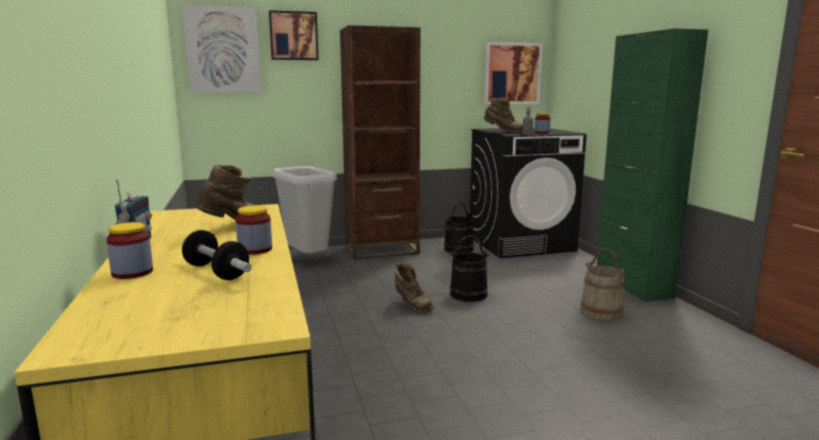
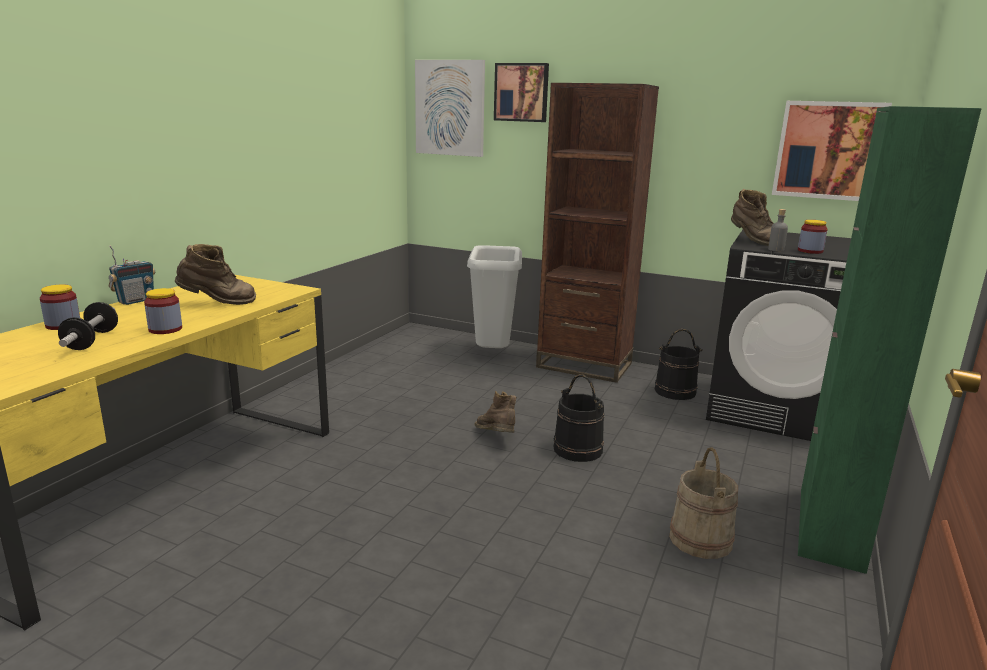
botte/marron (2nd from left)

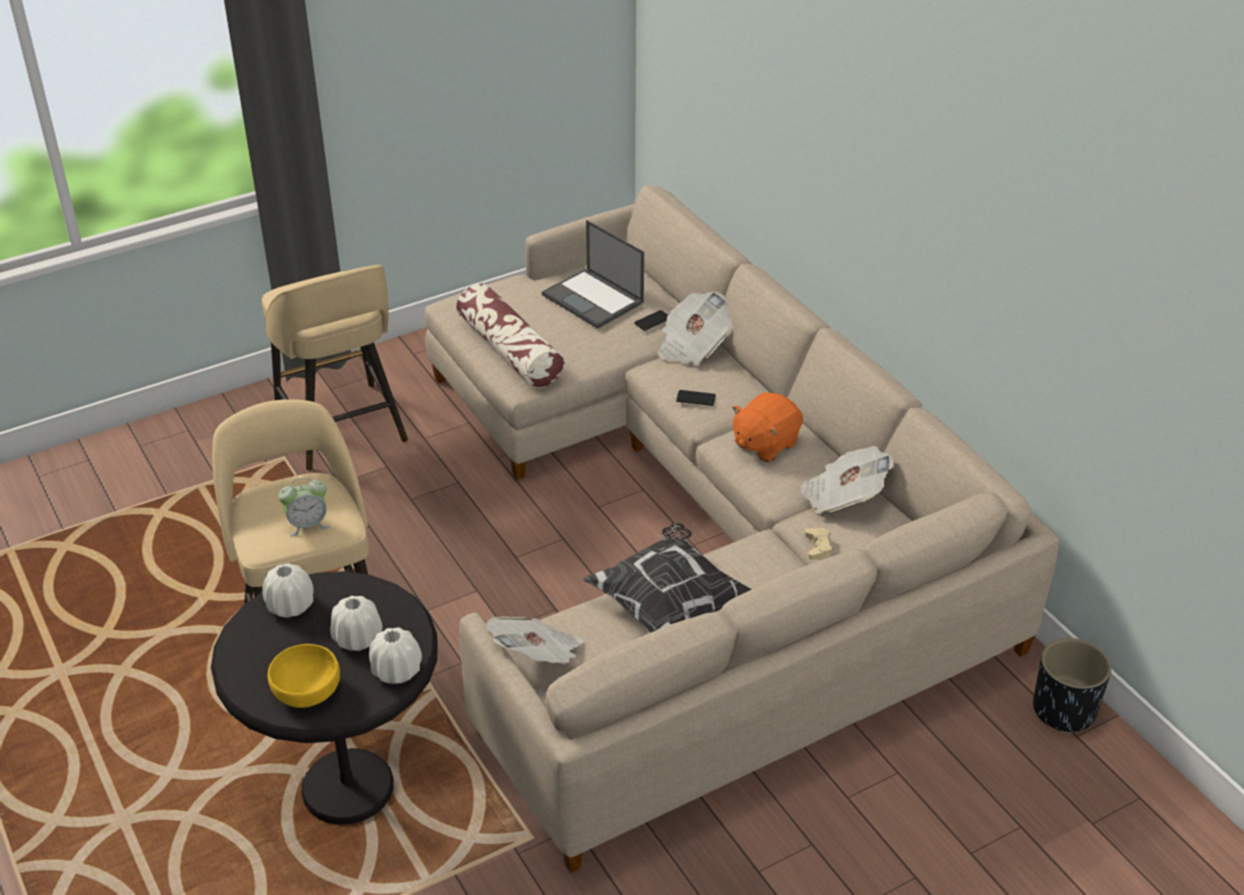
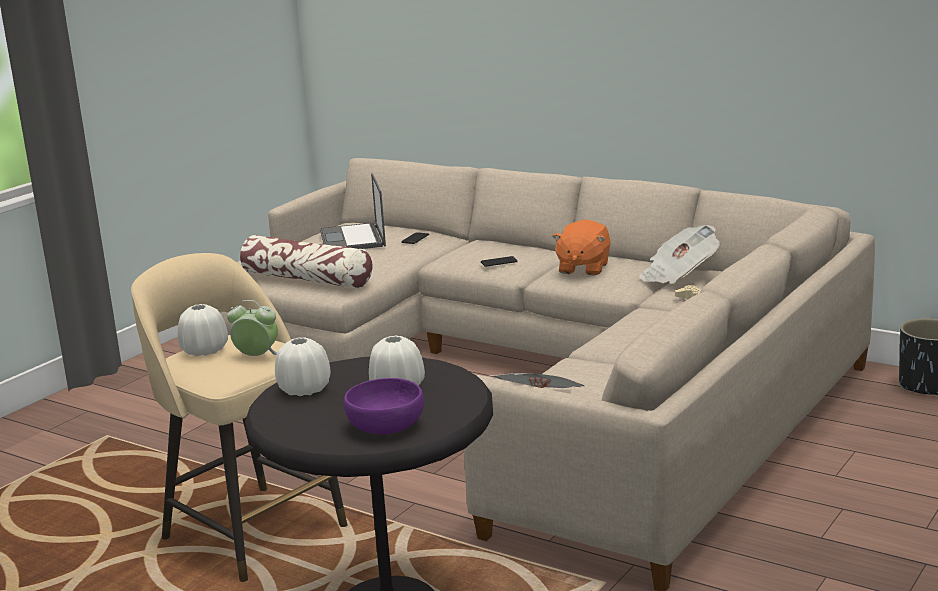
tabouret/beige (2nd from left in the first image); bol/violet; réveil; vase/blanc (1st from left); ordinateur portable; coussin (2nd from left in the first image); journal (2nd from left in the first image)

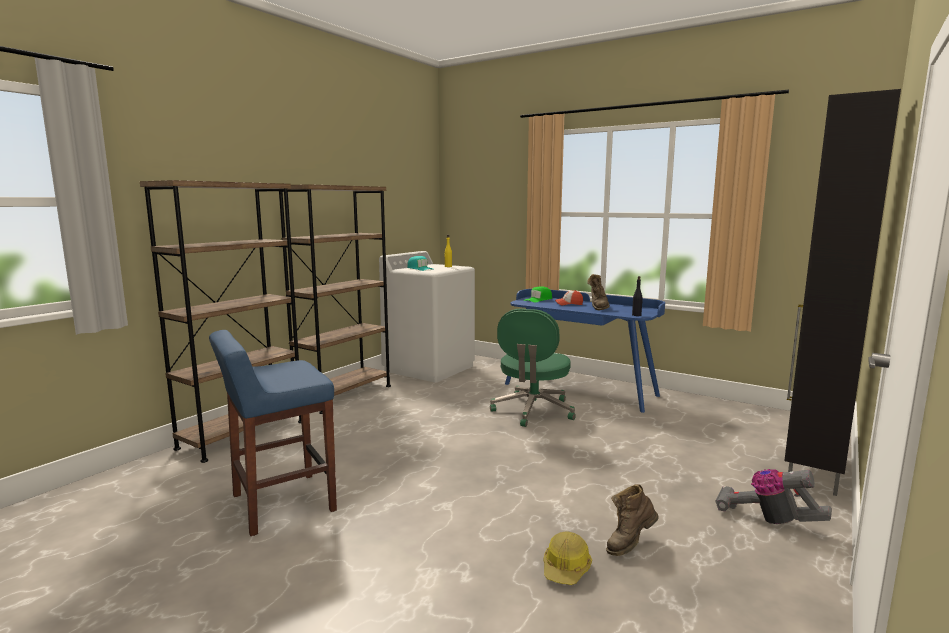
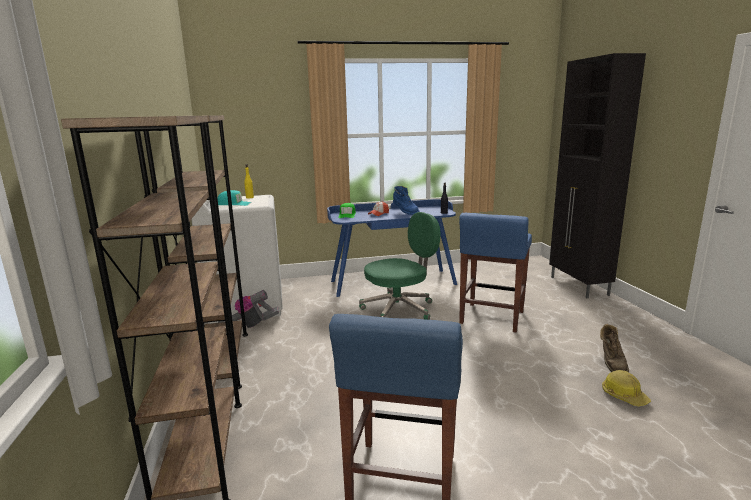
chaise de bureau/vert; botte/bleu; aspirateur; tabouret/bleu (2nd from left)

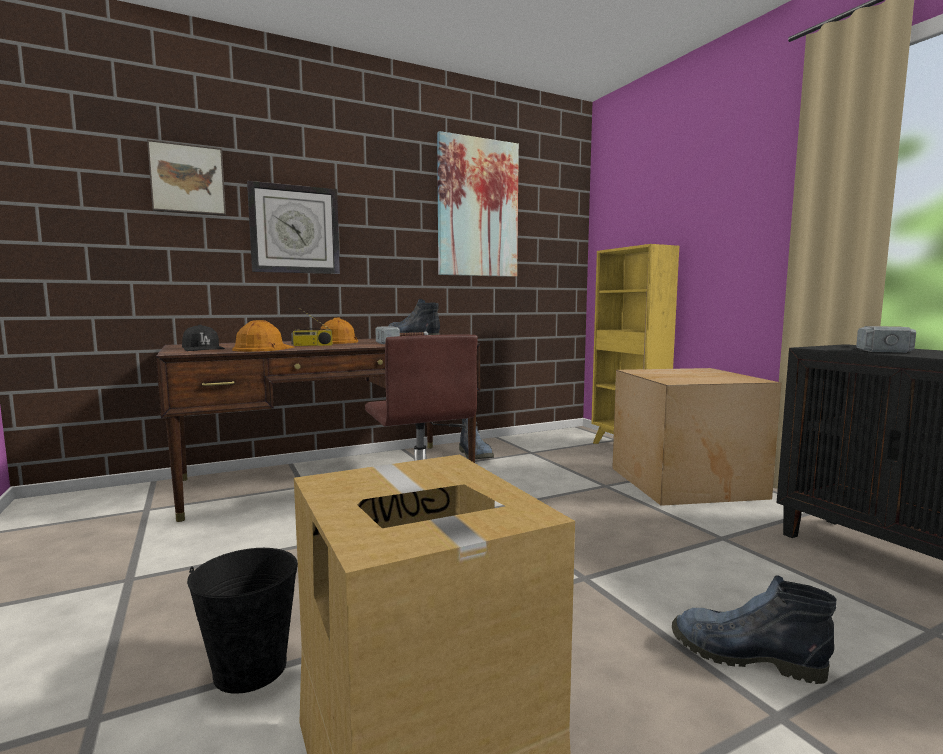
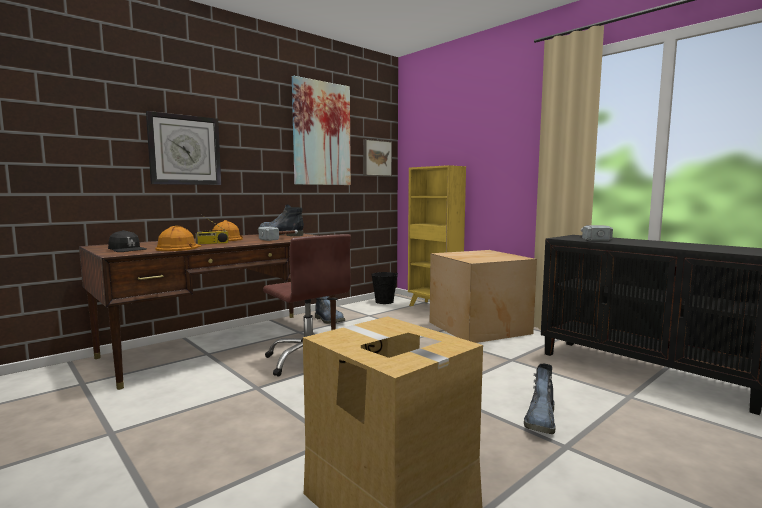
tableau (2nd from left); seau/noir; botte (3rd from left)

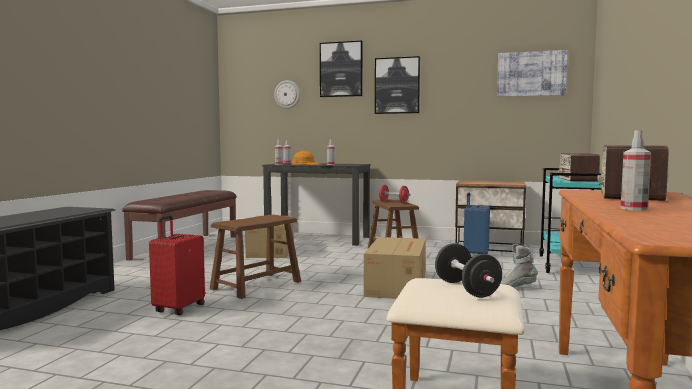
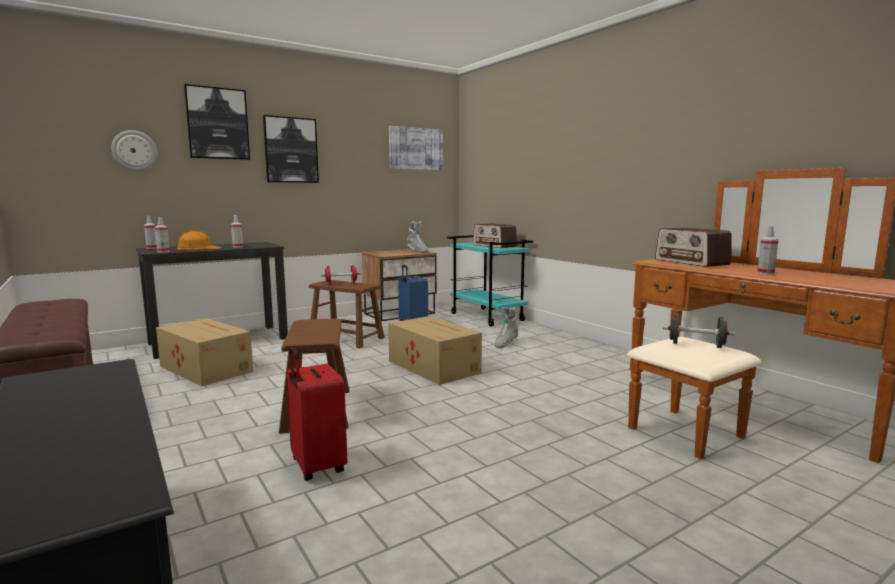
botte/gris (1st from left)

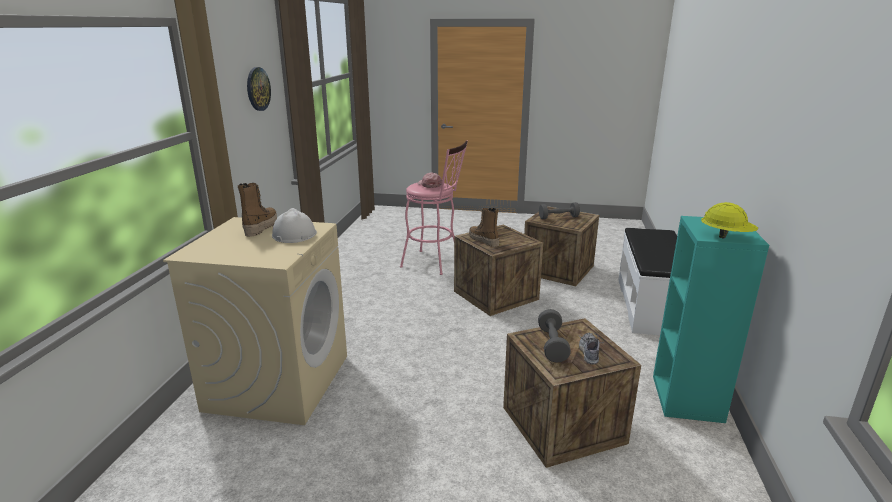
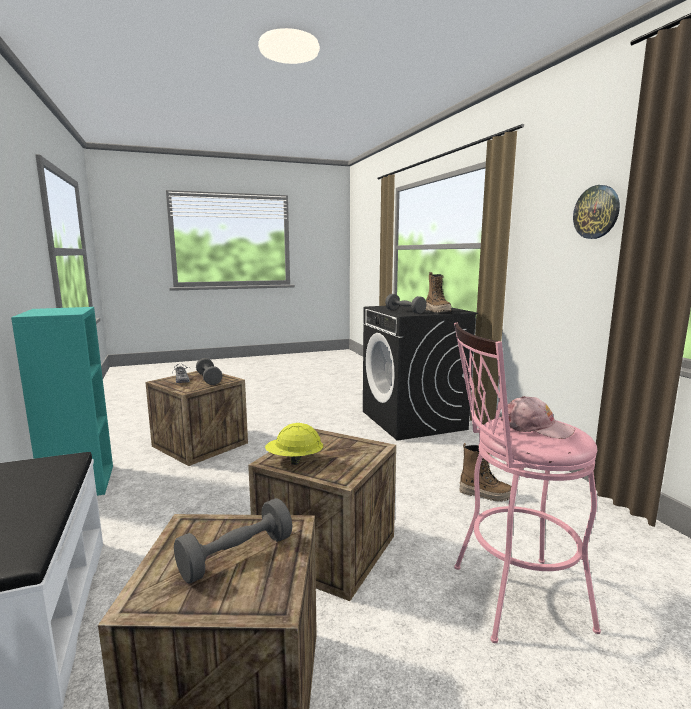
lave-linge/noir; haltère/gris (3rd from left); botte (2nd from left); casque de chantier/jaune

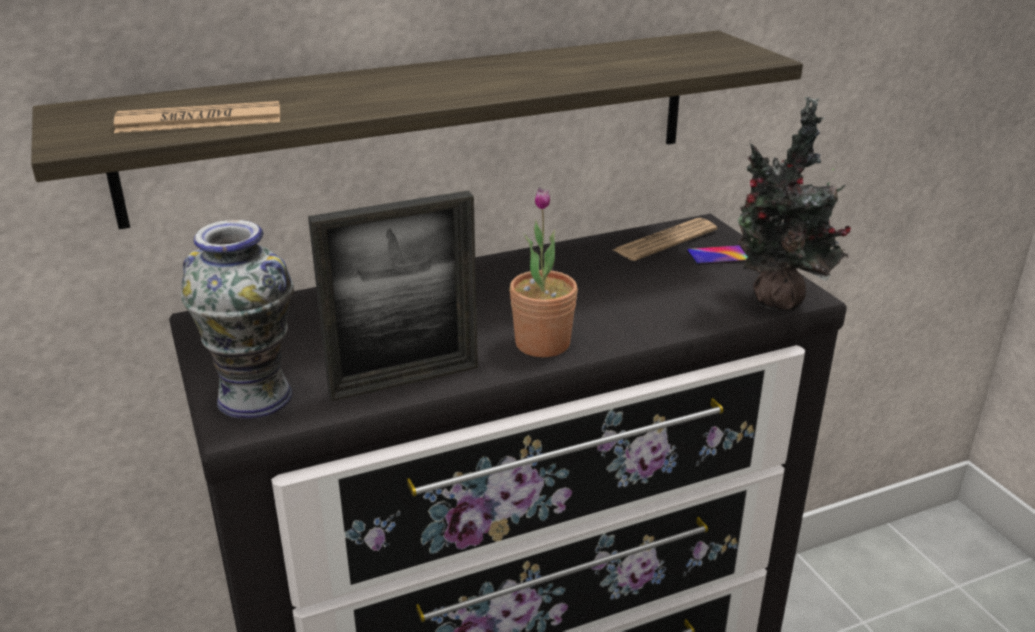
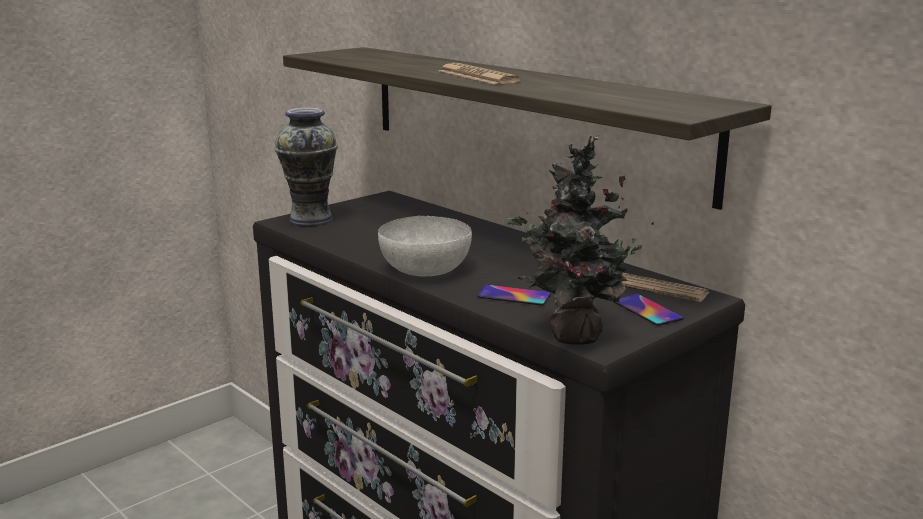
journal (1st from left); cadre photo; bol/blanc; téléphone (1st from left)

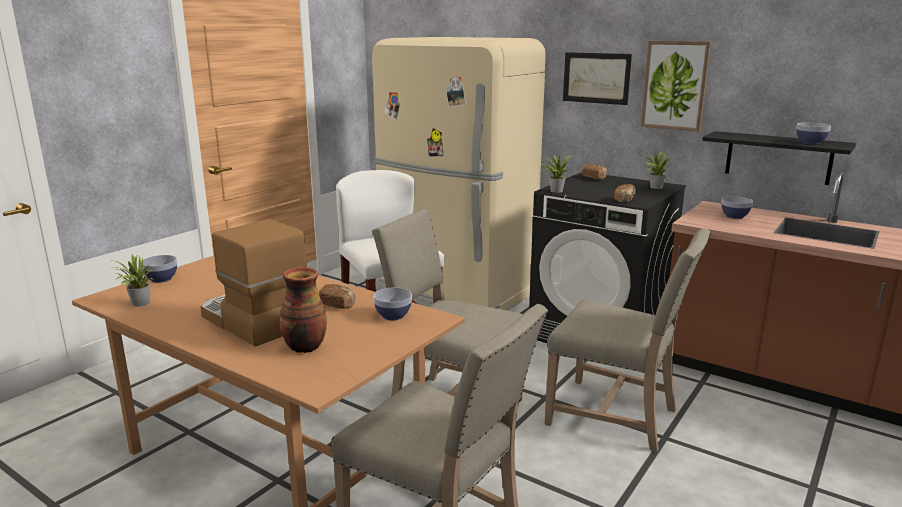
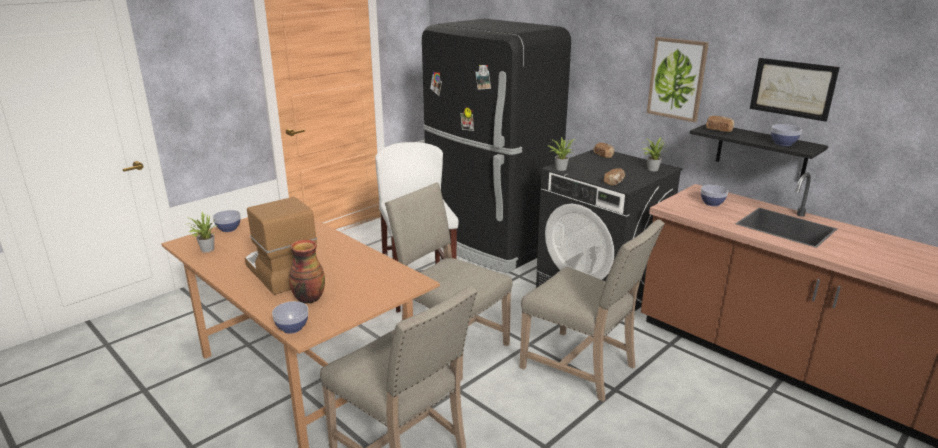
pain (3rd from left); réfrigérateur/noir; bol (2nd from left); tableau (2nd from left)

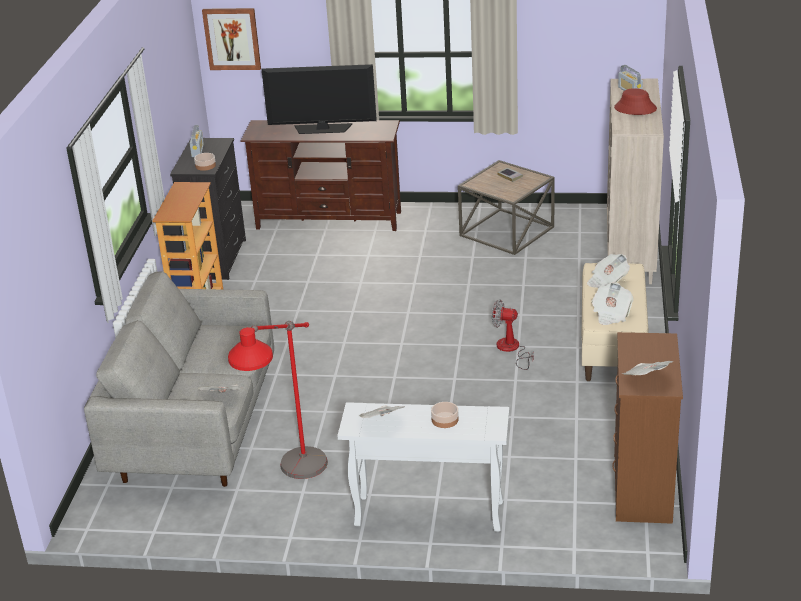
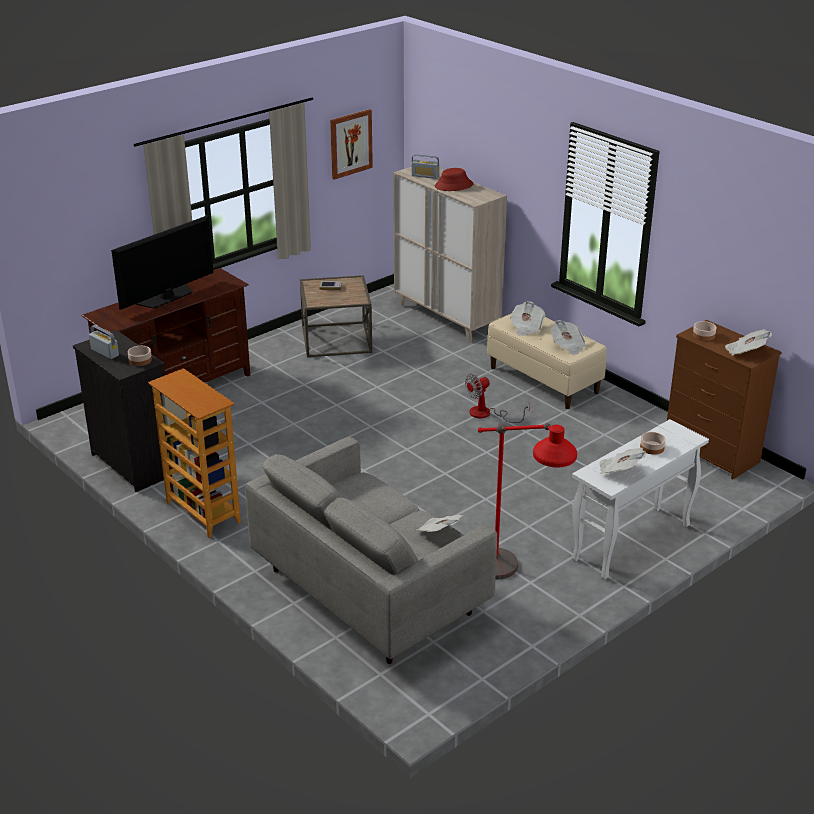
tableau; bol (3rd from left)

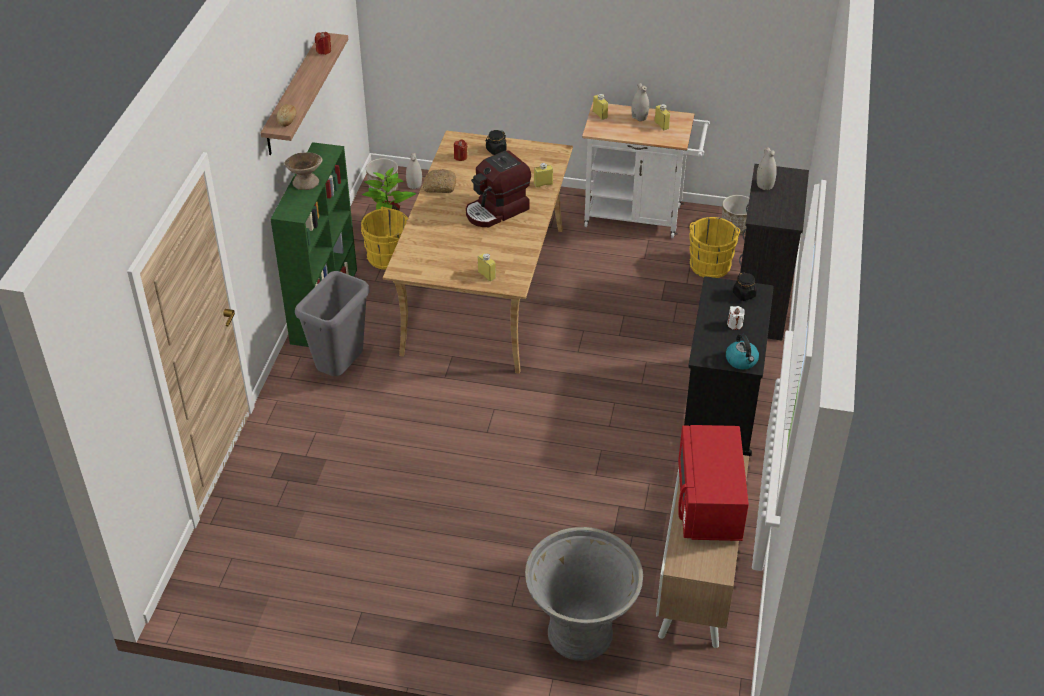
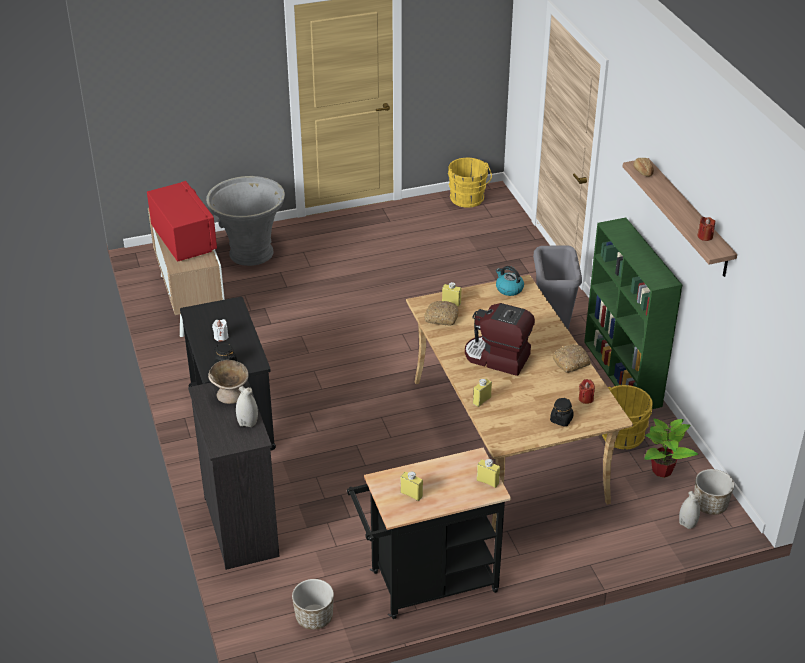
bol/beige; machine à café; chariot/noir (2nd from left); vase/blanc (2nd from left in the first image); seau/jaune (1st from left); bouilloire; pain (1st from left)

